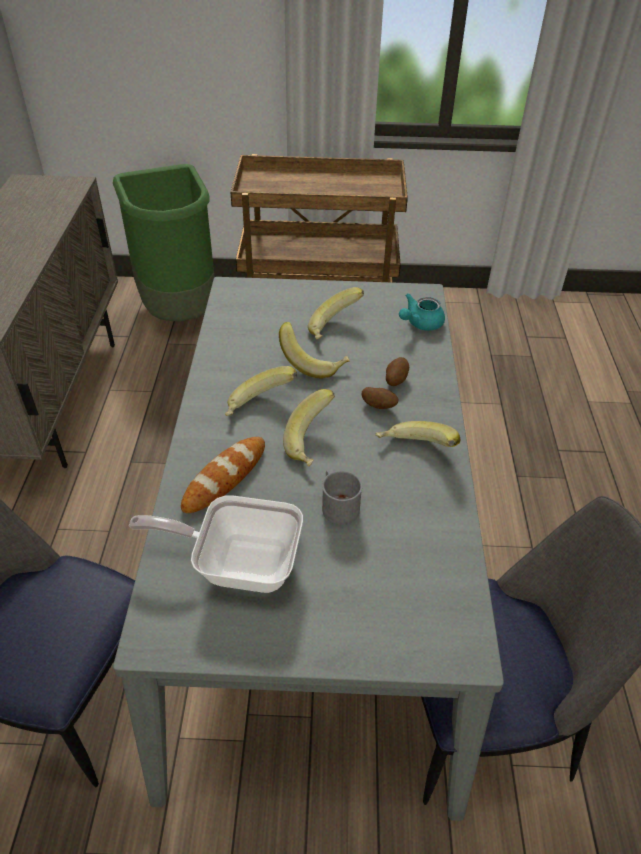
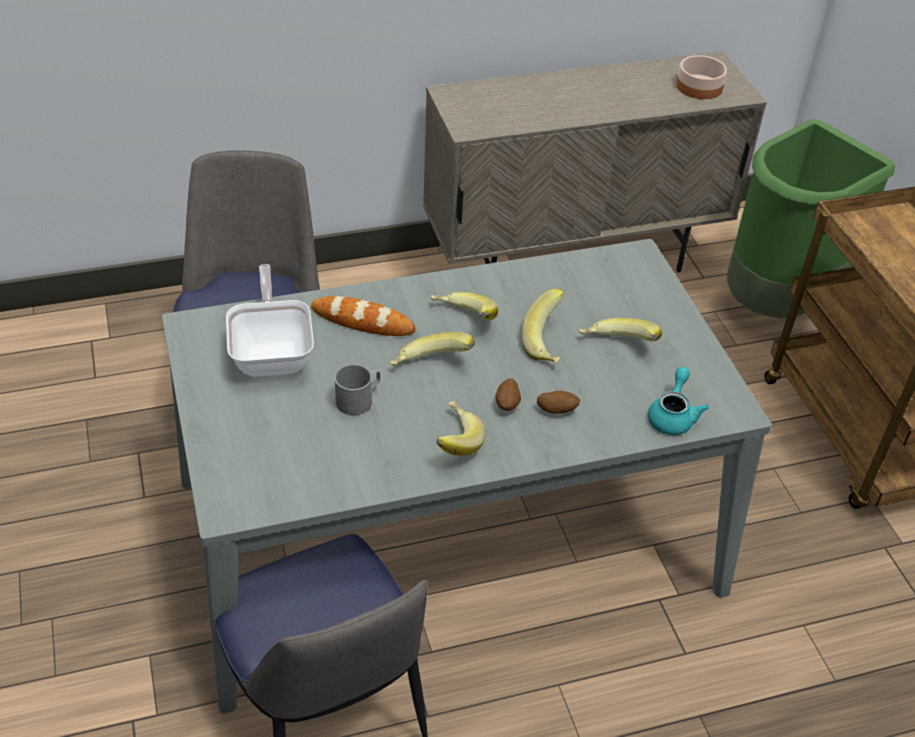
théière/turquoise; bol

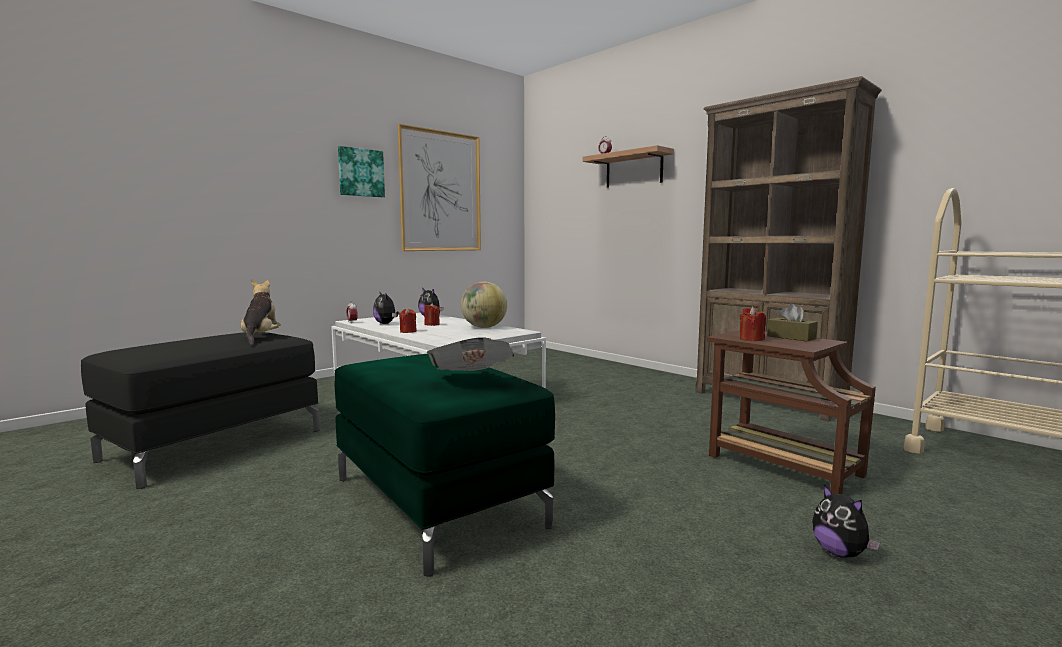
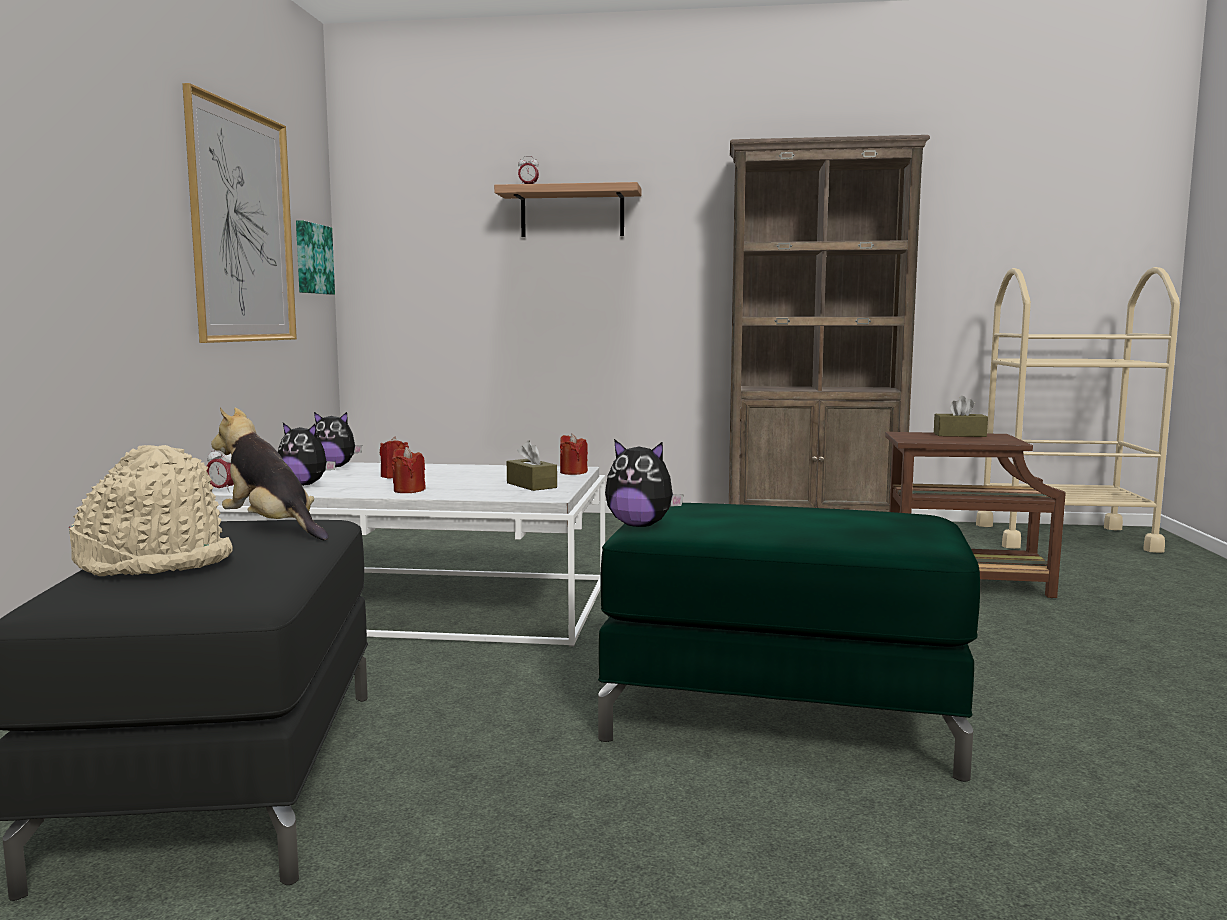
tableau (2nd from left); journal; globe; bougie/rouge (3rd from left); peluche (4th from left); chapeau/beige; boîte à mouchoirs/marron (1st from left)

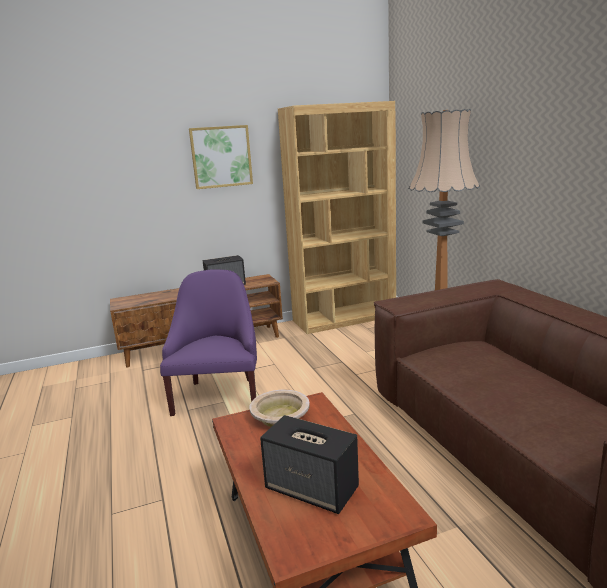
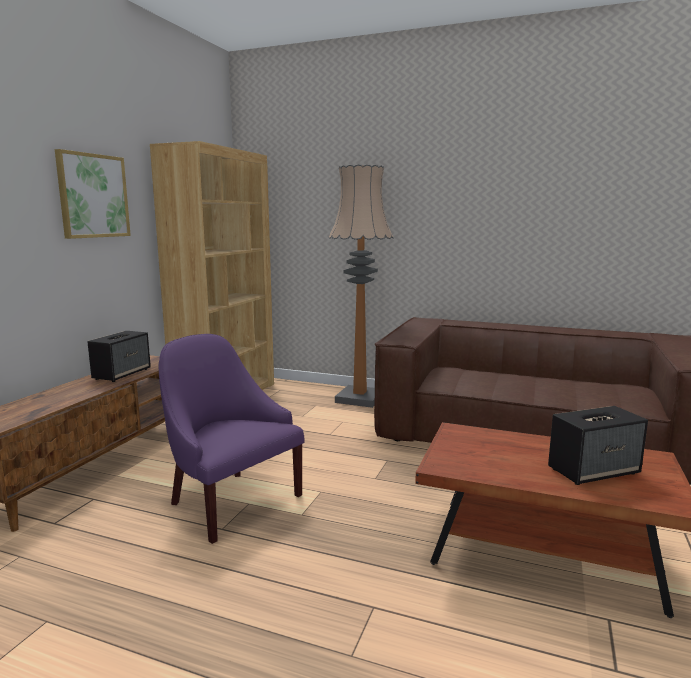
bol/beige

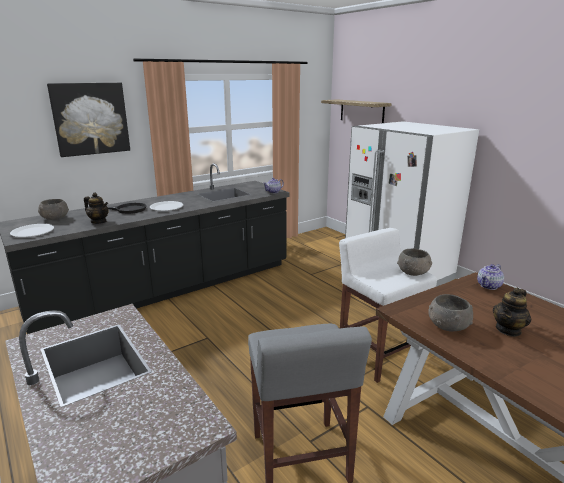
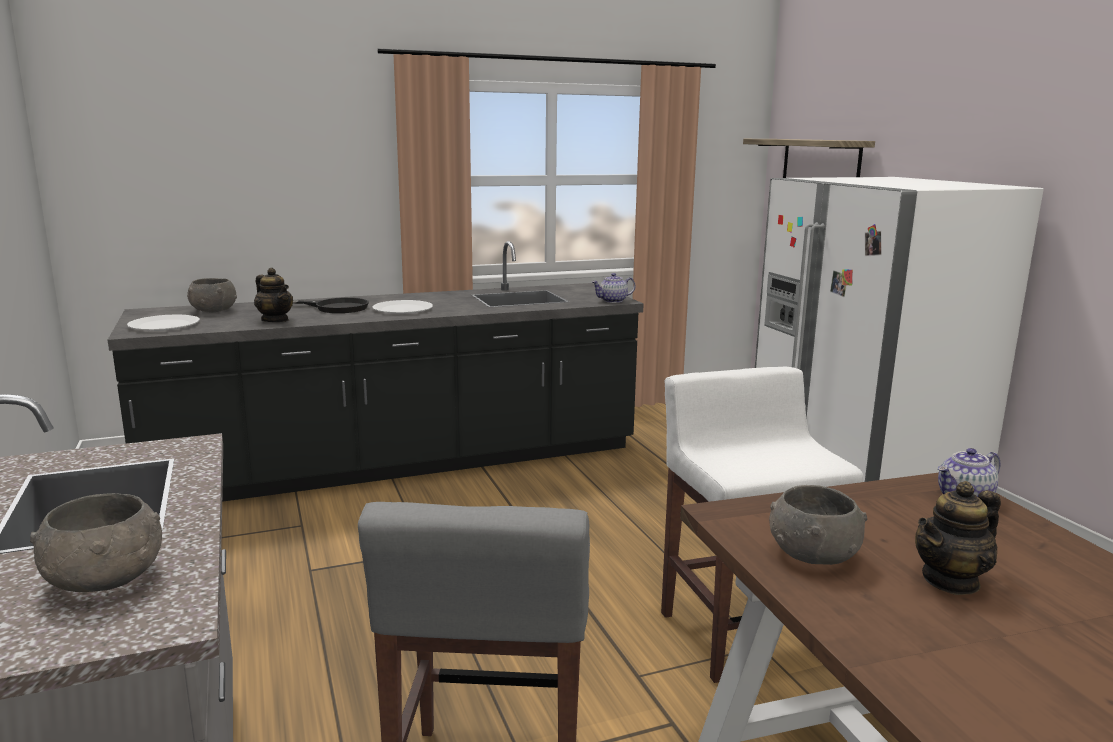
tableau; bol/gris (1st from left)

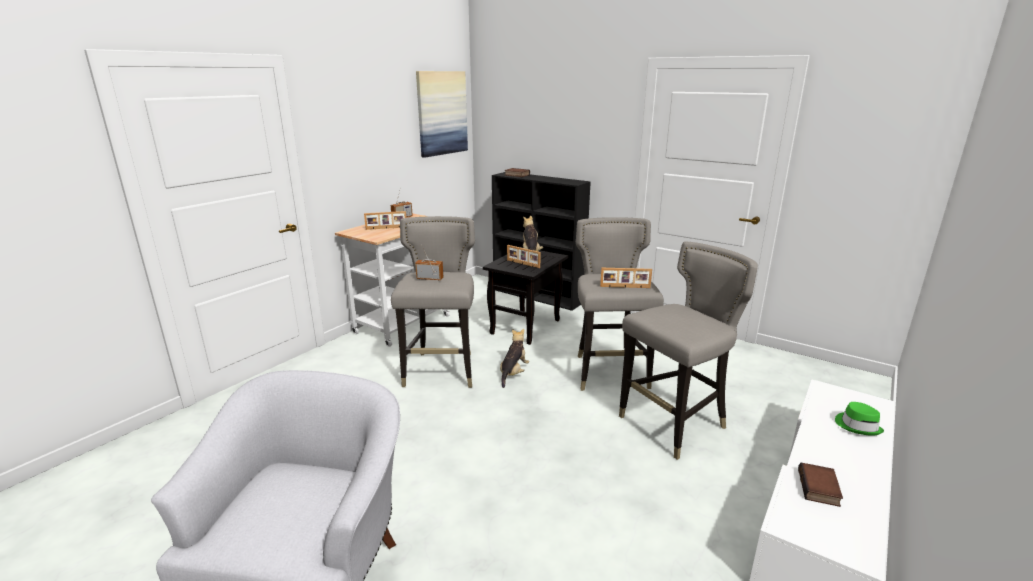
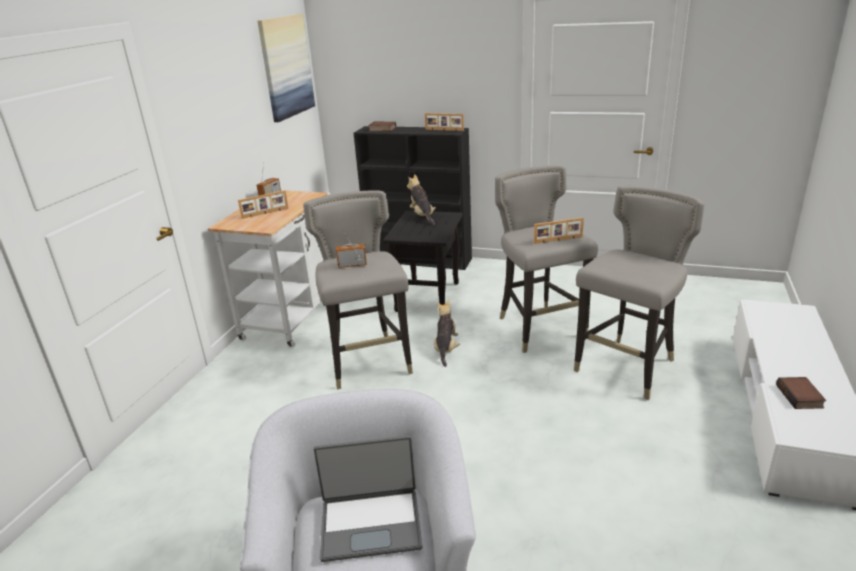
cadre photo (2nd from left); chapeau/vert; ordinateur portable

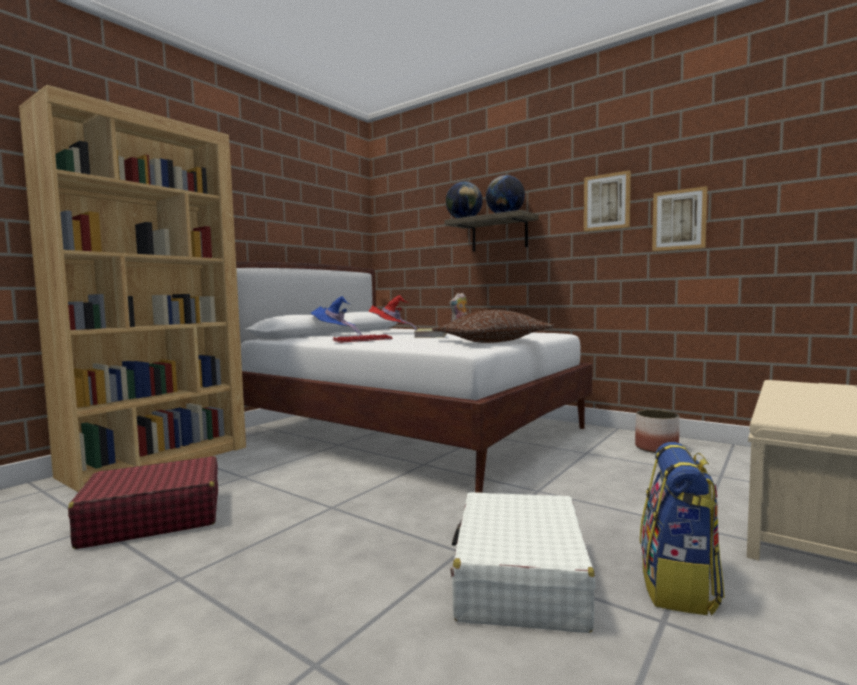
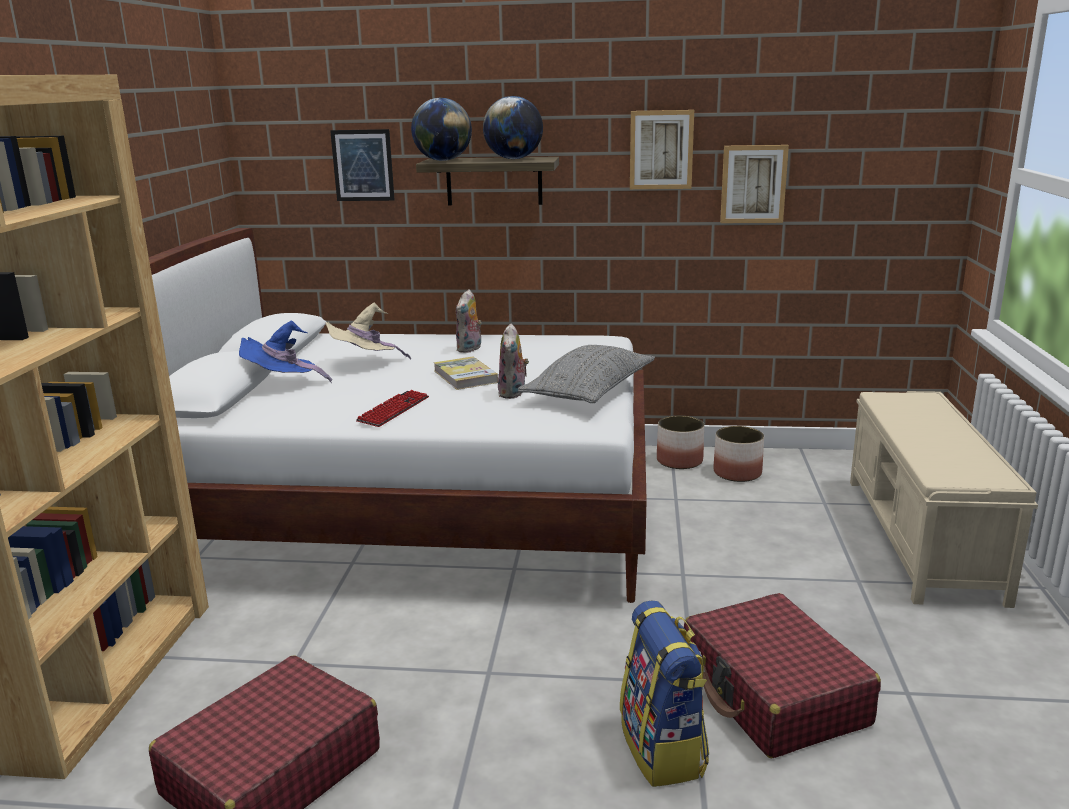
chapeau/beige; coussin/gris; valise/rouge (2nd from left); sac à dos; tableau (1st from left); peluche (2nd from left); cache-pot (1st from left)

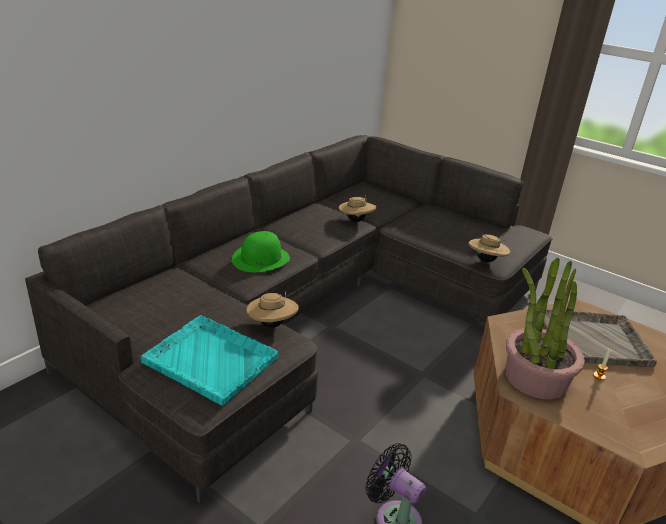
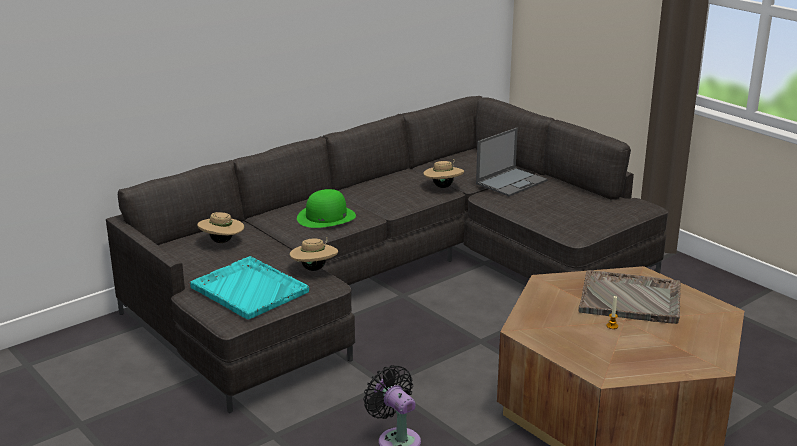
chapeau/beige (1st from left); plante en pot; ordinateur portable

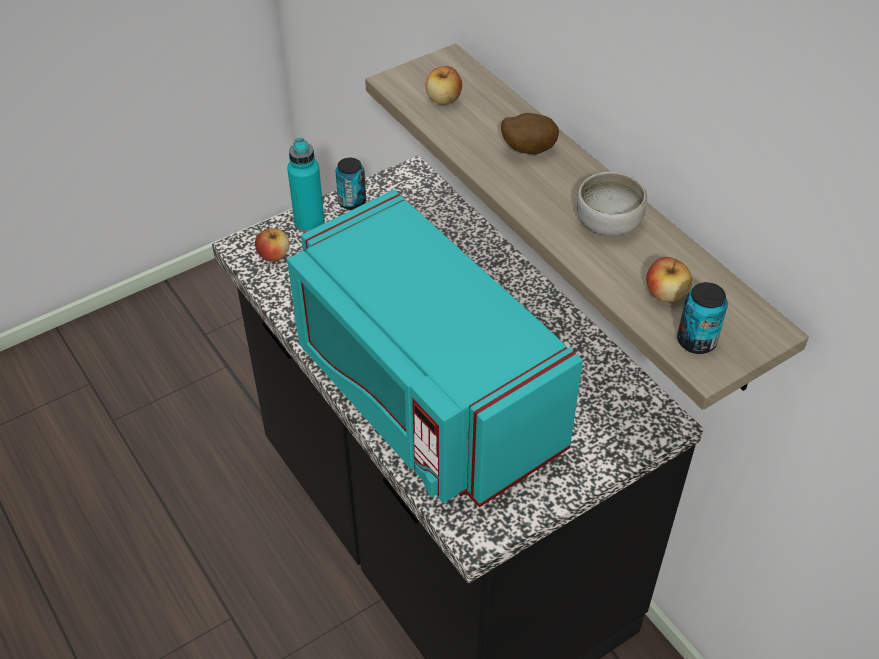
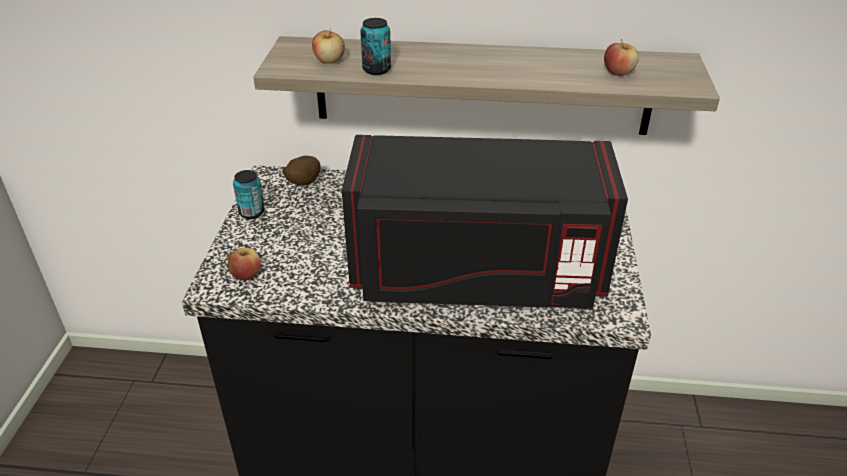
bouteille/turquoise; micro-ondes/noir; pomme de terre; bol; boîte métallique (2nd from left)

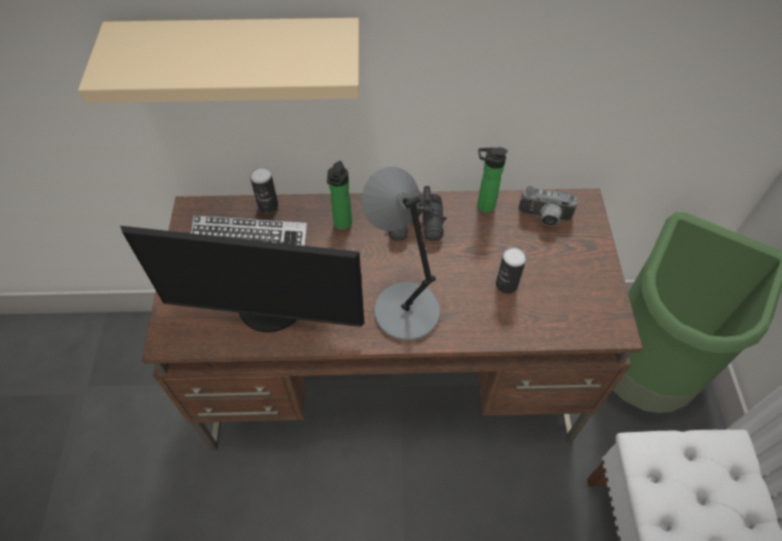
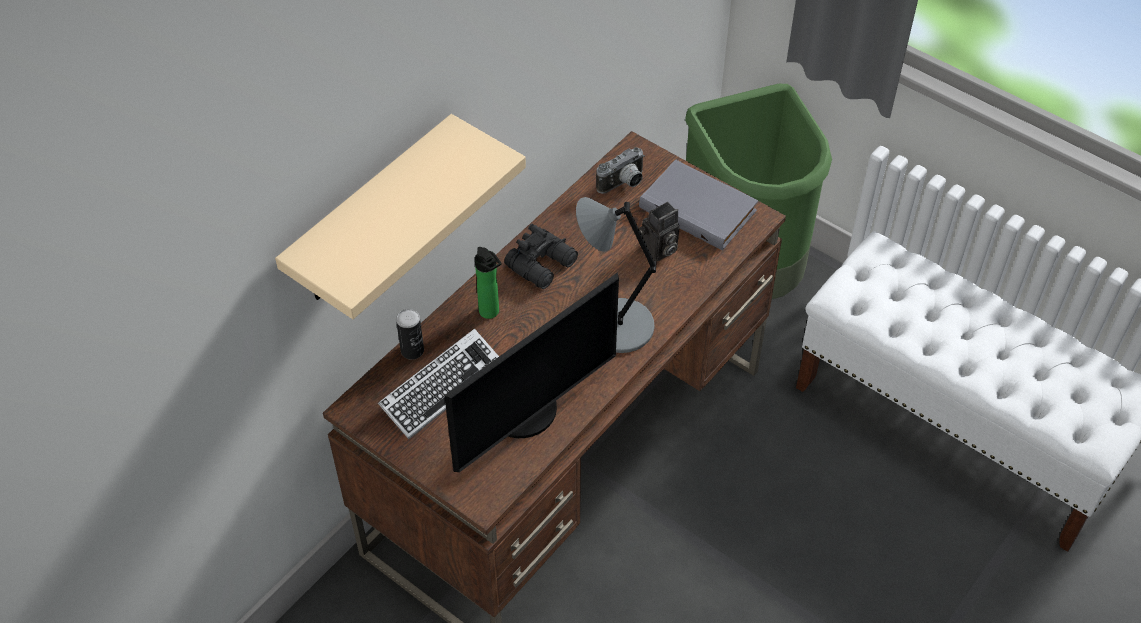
bouteille (2nd from left in the first image); appareil photo (2nd from left); livre/gris

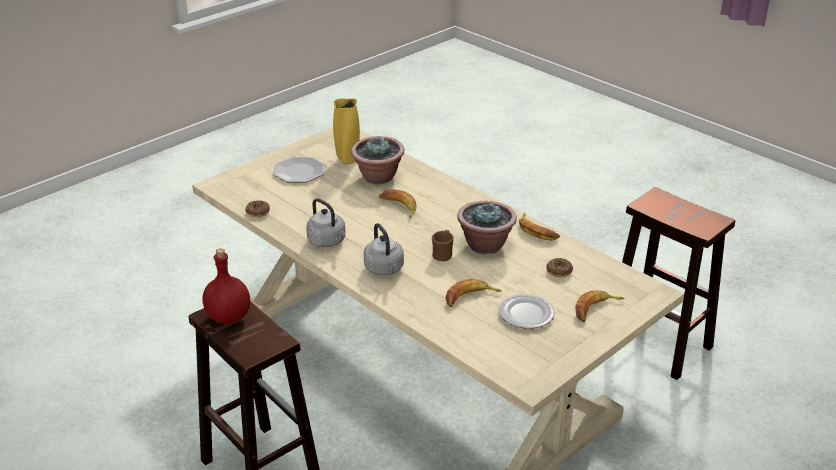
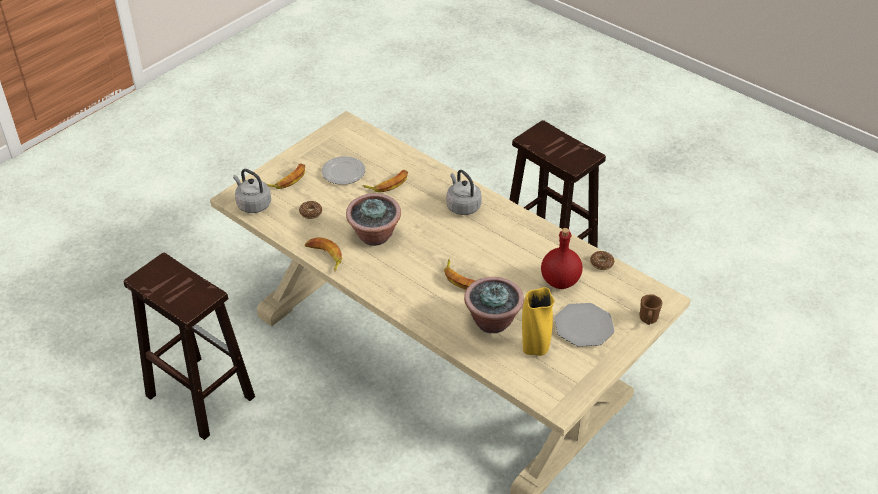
bouteille/rouge; bouilloire/gris (1st from left); mug/marron

